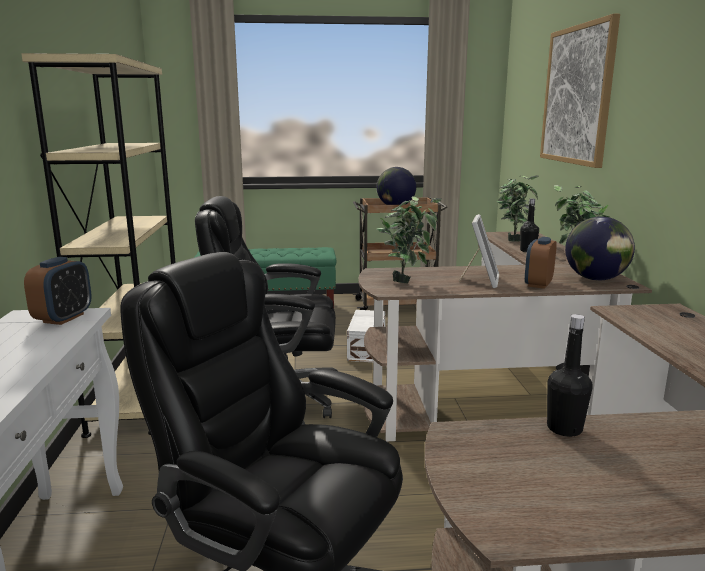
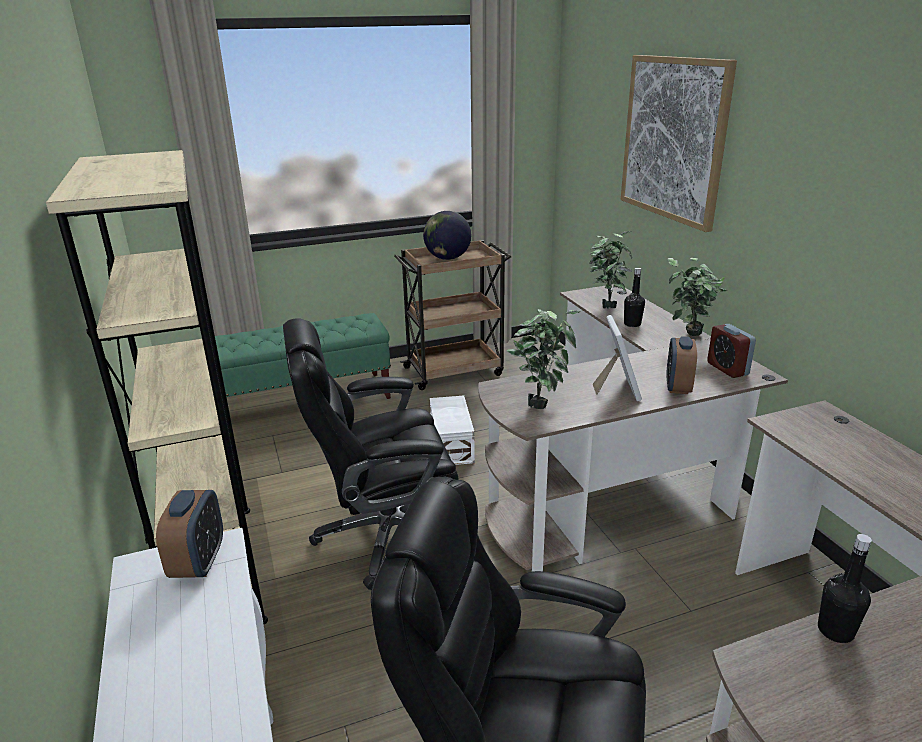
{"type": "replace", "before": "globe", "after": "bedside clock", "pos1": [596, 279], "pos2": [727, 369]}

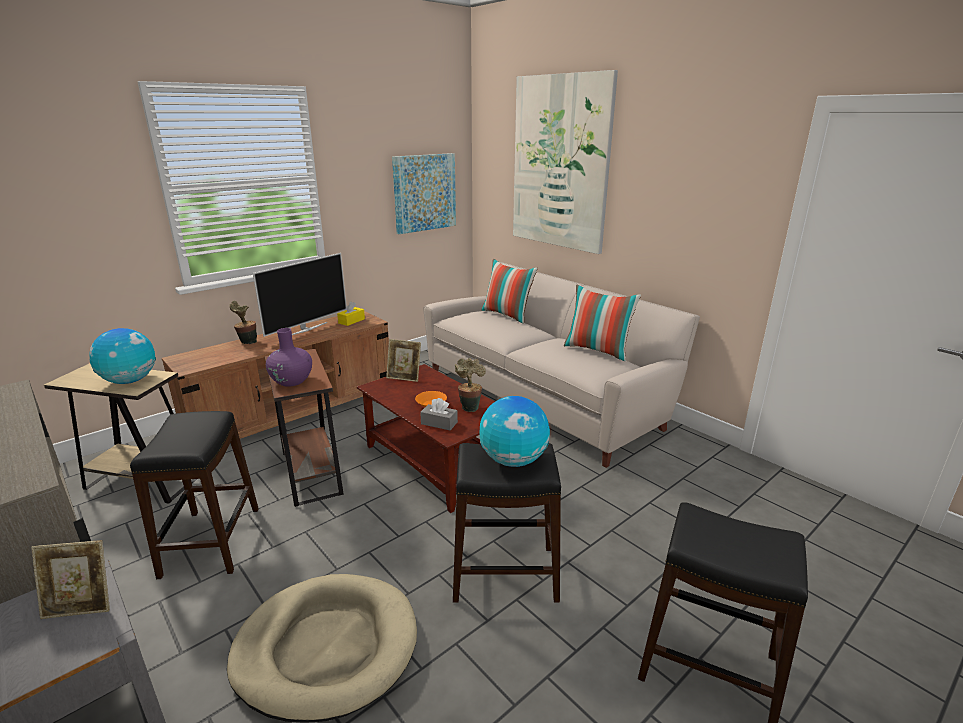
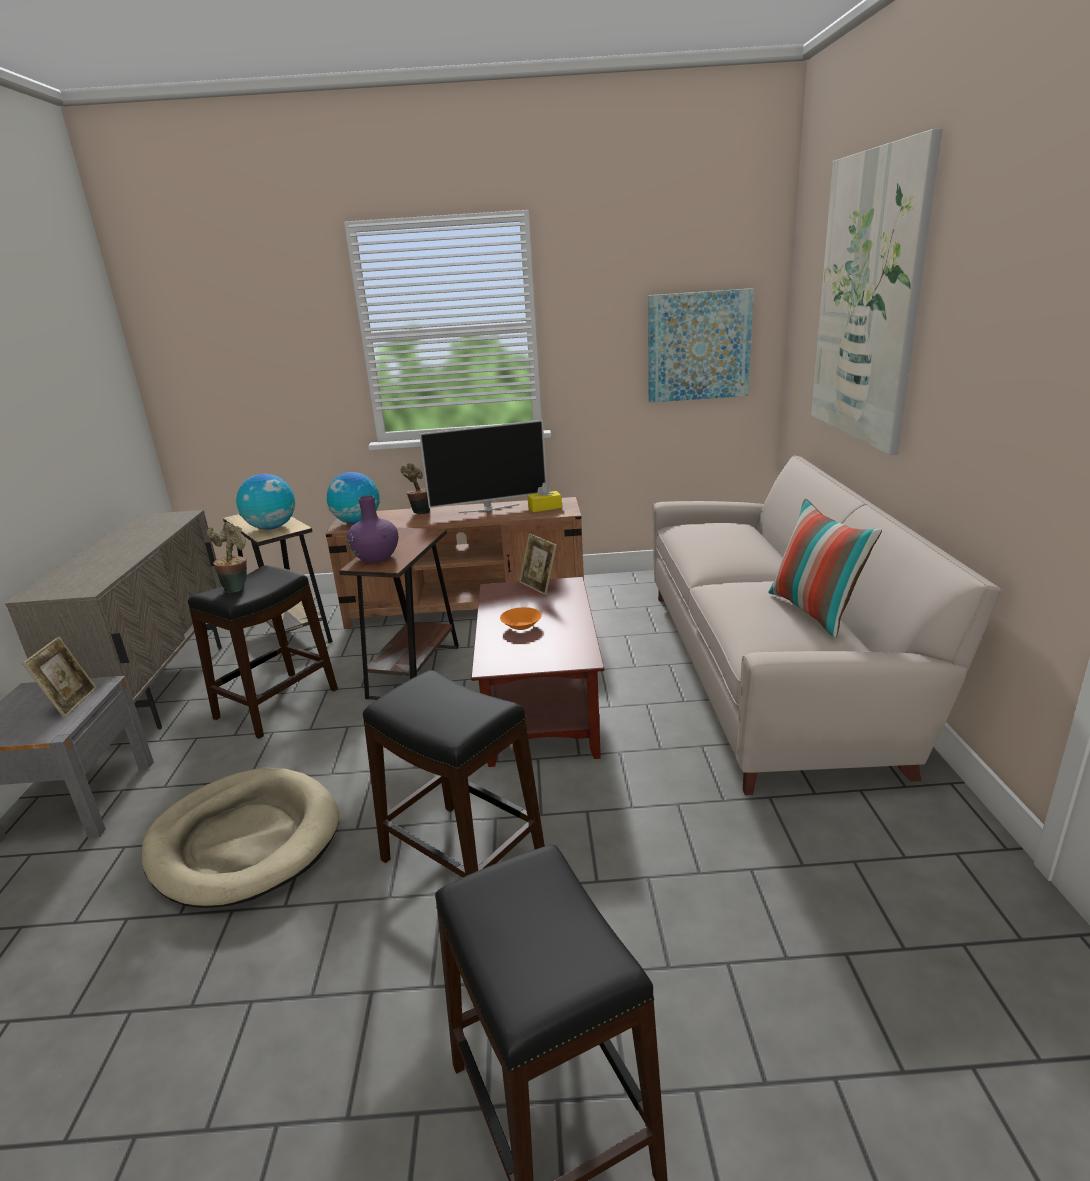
{"type": "rotate", "before": "picture frame", "pos1": [81, 605], "pos2": [71, 703], "turn": -120}
{"type": "move", "before": "houseplant", "pos1": [469, 407], "pos2": [237, 587]}
{"type": "move", "before": "globe", "pos1": [513, 460], "pos2": [357, 522]}
{"type": "delete", "before": "box of tissues in gray", "pos1": [439, 423]}
{"type": "delete", "before": "cushion", "pos1": [507, 315]}

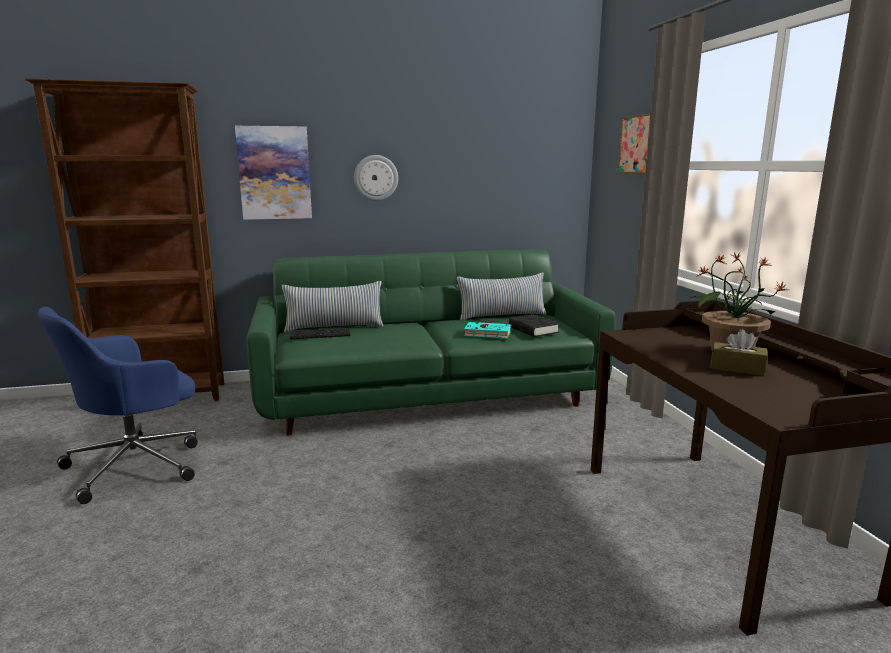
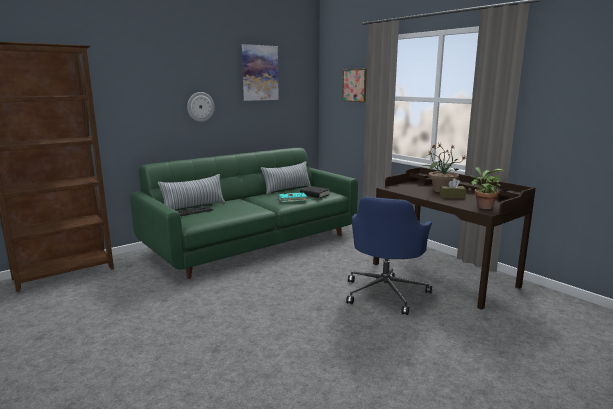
{"type": "move", "before": "picture", "pos1": [274, 173], "pos2": [260, 73]}
{"type": "move", "before": "desk chair in bluish", "pos1": [137, 464], "pos2": [386, 293]}
{"type": "insert", "after": "houseplant", "pos2": [482, 207]}

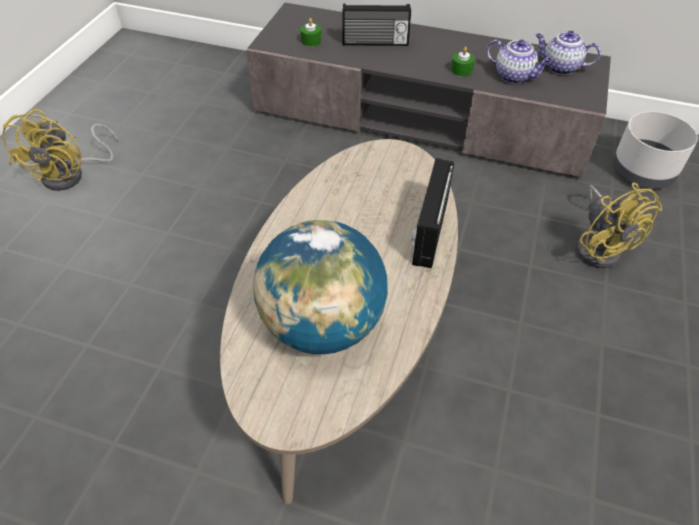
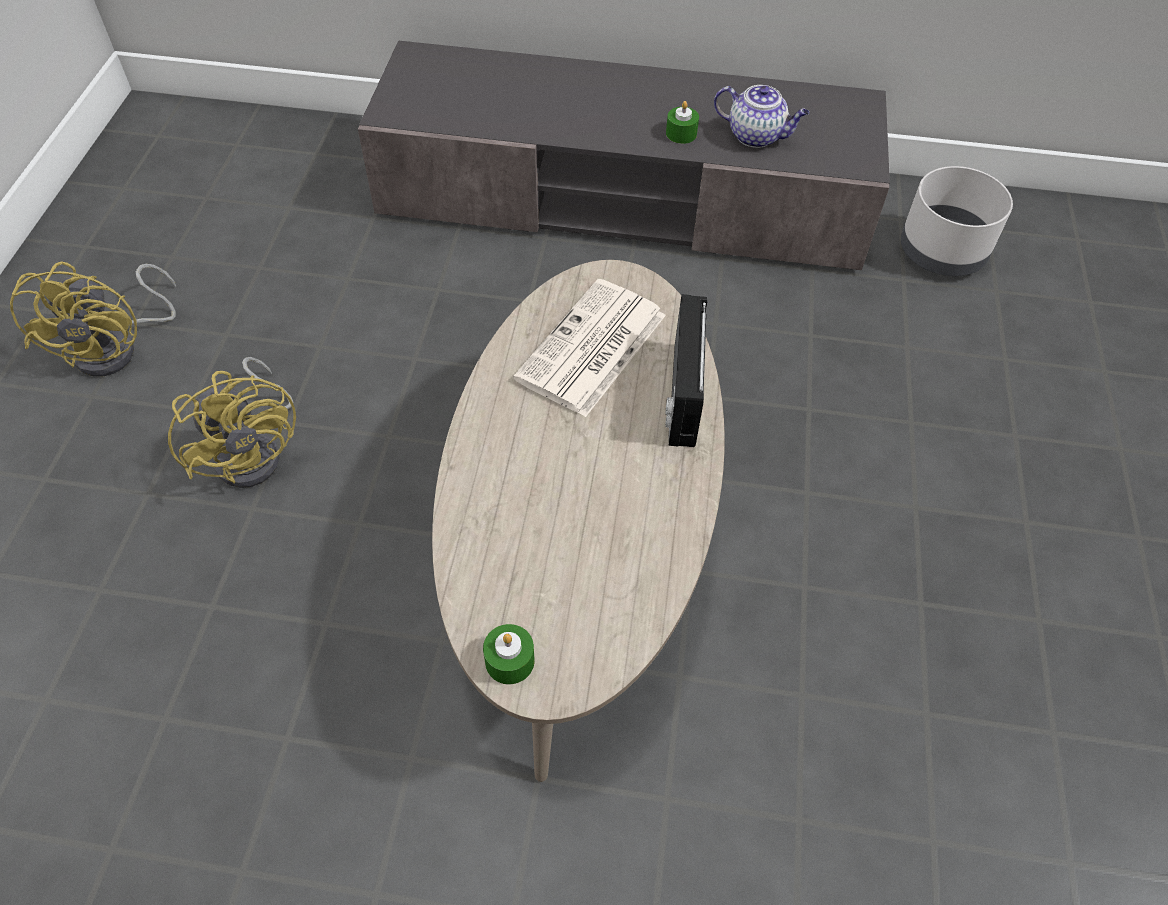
{"type": "move", "before": "cooling fan in yellowish", "pos1": [599, 246], "pos2": [256, 451]}
{"type": "move", "before": "wax candle in greenish", "pos1": [311, 41], "pos2": [509, 661]}
{"type": "insert", "after": "printed paper", "pos2": [591, 349]}
{"type": "delete", "before": "globe", "pos1": [322, 325]}
{"type": "delete", "before": "radio", "pos1": [375, 43]}
{"type": "delete", "before": "tea pot", "pos1": [559, 67]}

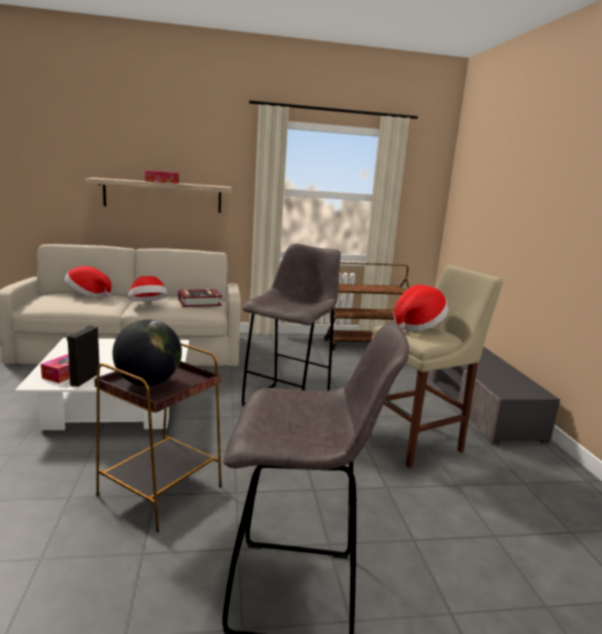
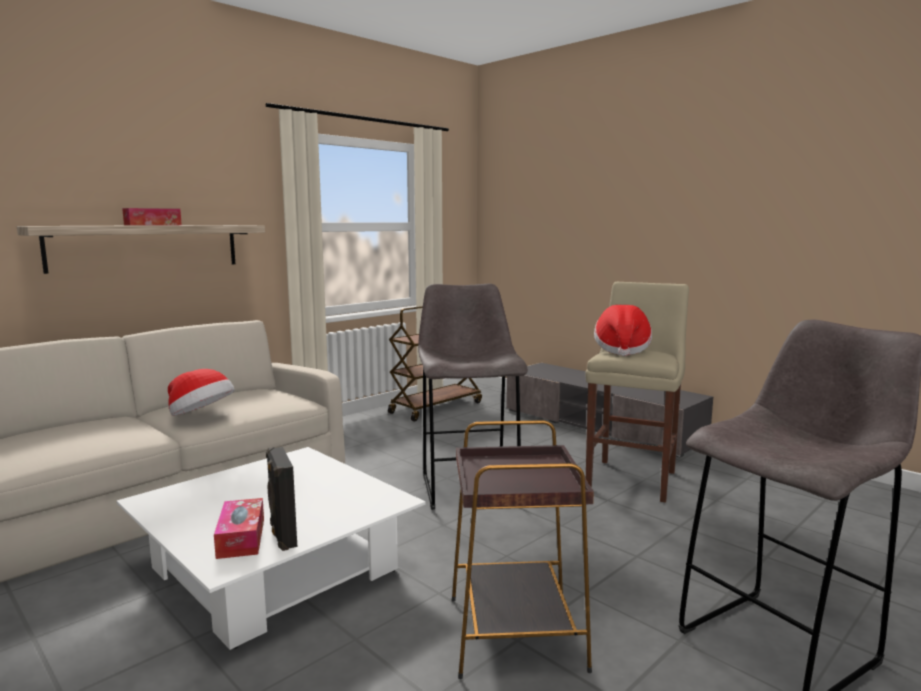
{"type": "delete", "before": "wearable hat", "pos1": [87, 295]}
{"type": "delete", "before": "globe", "pos1": [148, 383]}
{"type": "delete", "before": "book", "pos1": [199, 302]}

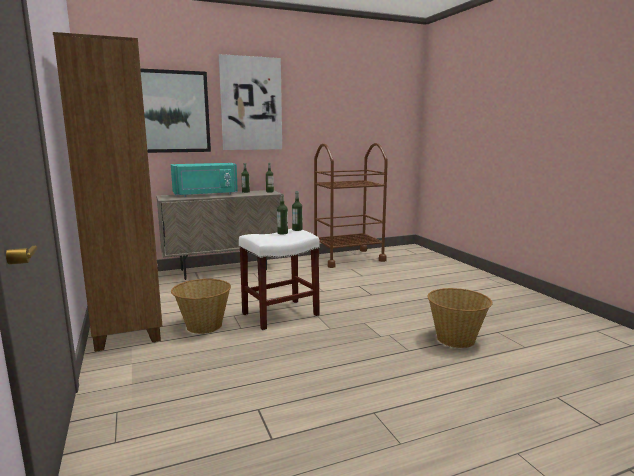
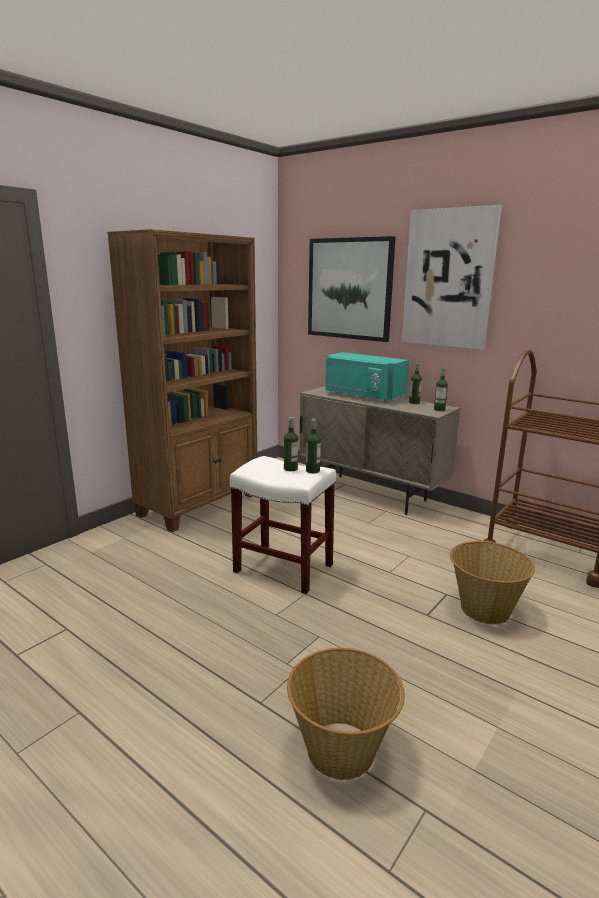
{"type": "move", "before": "storage basket", "pos1": [203, 326], "pos2": [484, 609]}

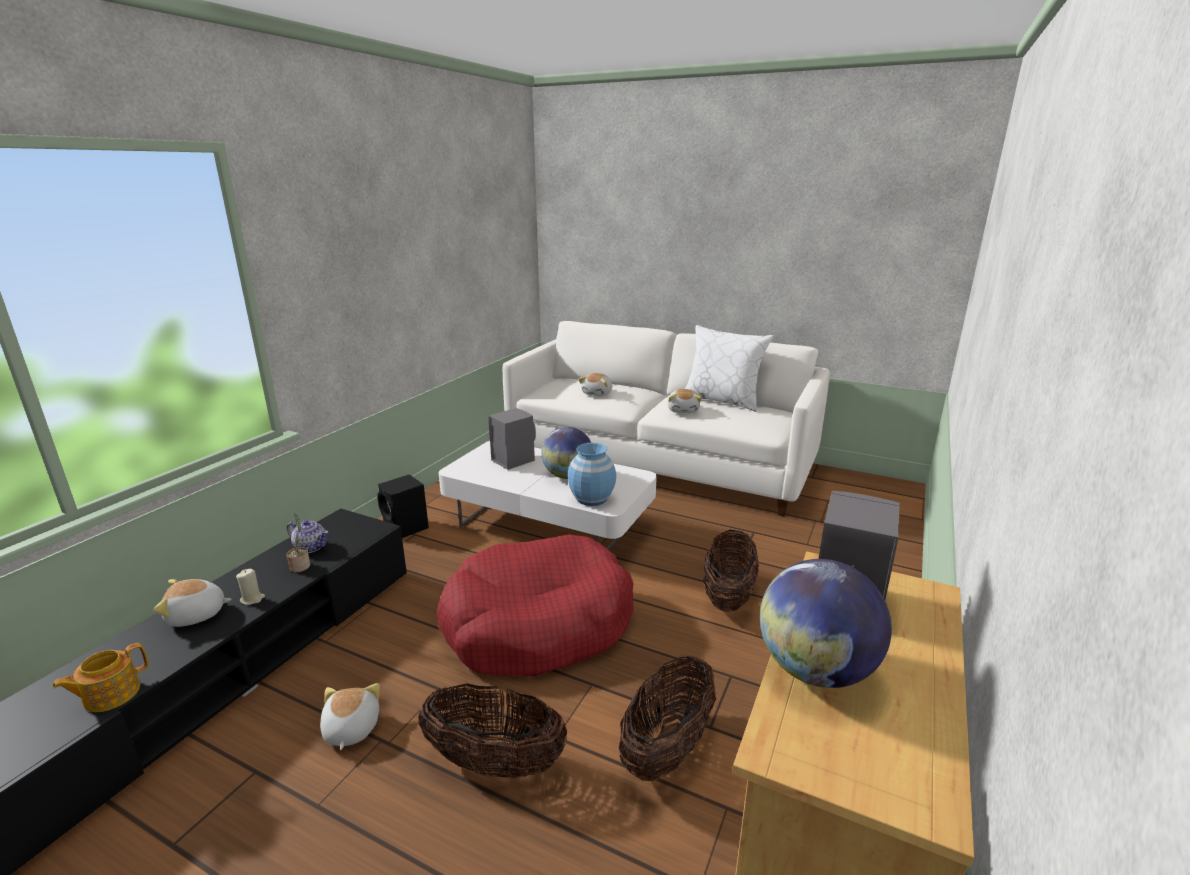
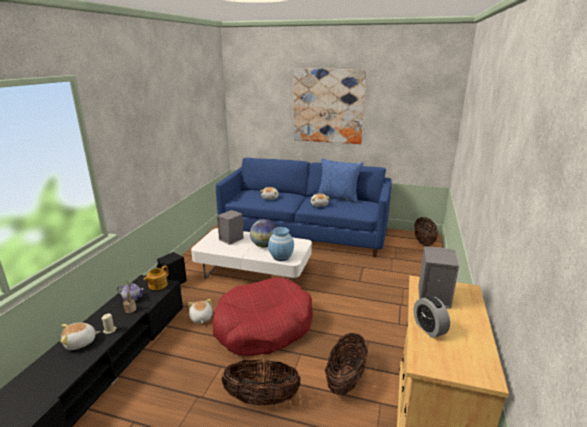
{"type": "move", "before": "tea pot", "pos1": [110, 694], "pos2": [157, 285]}
{"type": "move", "before": "soft toy", "pos1": [350, 729], "pos2": [201, 318]}
{"type": "recolor", "before": "sofa in whitish", "after": "sofa in bluish", "pos1": [659, 462], "pos2": [304, 233]}
{"type": "insert", "after": "picture", "pos2": [328, 106]}
{"type": "recolor", "before": "cushion in whitish", "after": "cushion in bluish", "pos1": [722, 400], "pos2": [338, 198]}
{"type": "move", "before": "storage basket", "pos1": [728, 596], "pos2": [423, 242]}
{"type": "replace", "before": "globe", "after": "bedside clock", "pos1": [815, 670], "pos2": [429, 328]}

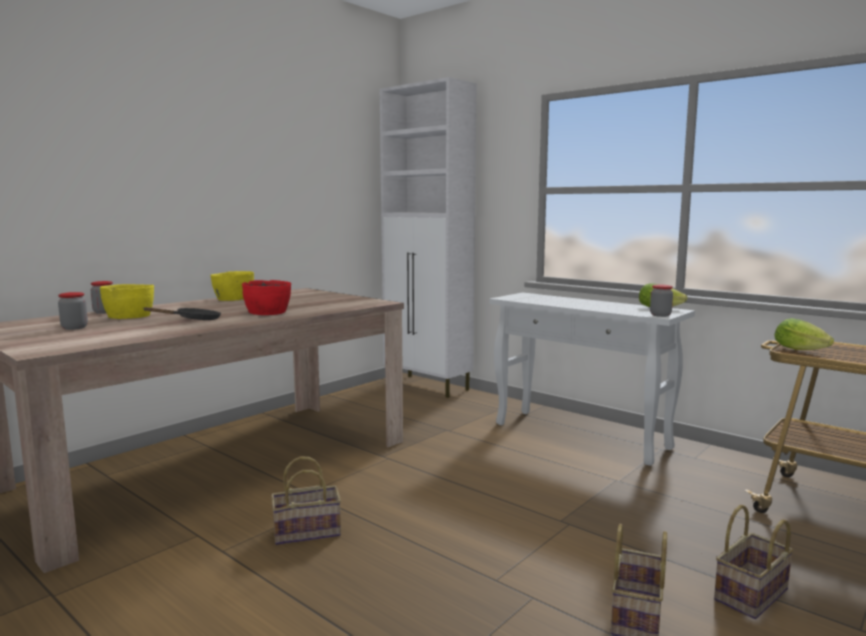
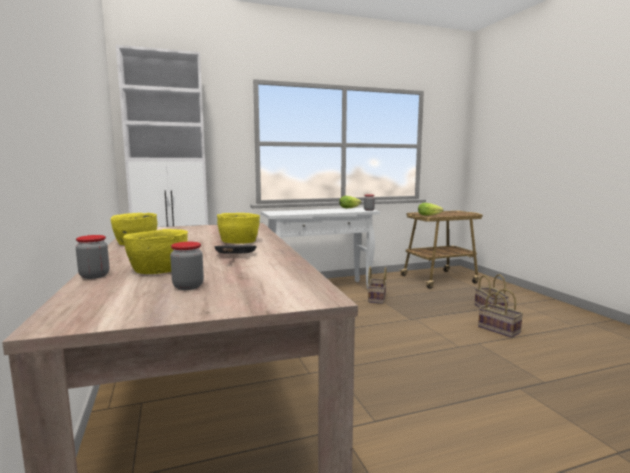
{"type": "recolor", "before": "bowl in red-coloured", "after": "bowl in yellowish", "pos1": [268, 312], "pos2": [239, 241]}
{"type": "move", "before": "storage basket", "pos1": [308, 531], "pos2": [376, 298]}

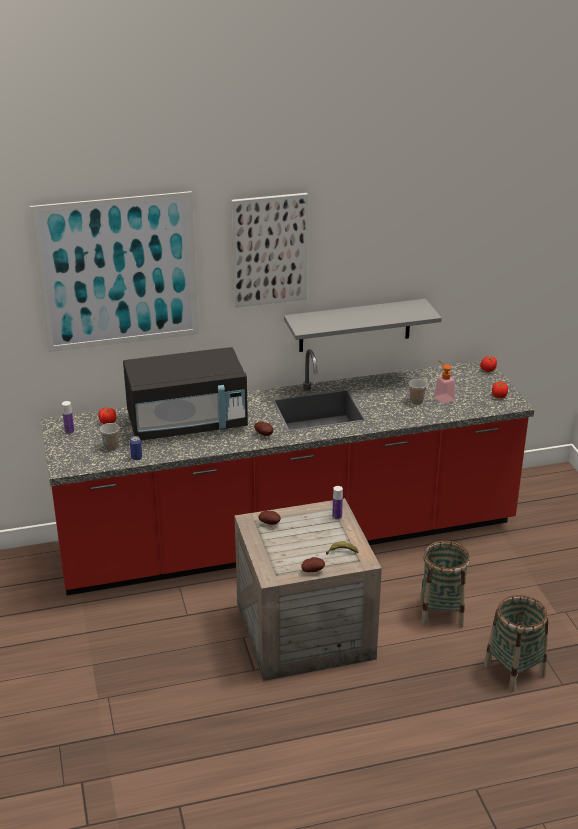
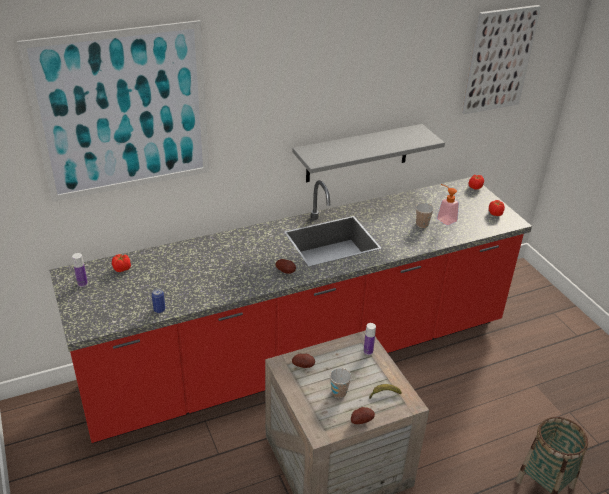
{"type": "move", "before": "small cup", "pos1": [111, 447], "pos2": [339, 393]}
{"type": "move", "before": "picture", "pos1": [269, 250], "pos2": [499, 60]}
{"type": "delete", "before": "microwave in black-coloured", "pos1": [187, 423]}
{"type": "delete", "before": "storage basket", "pos1": [441, 612]}

